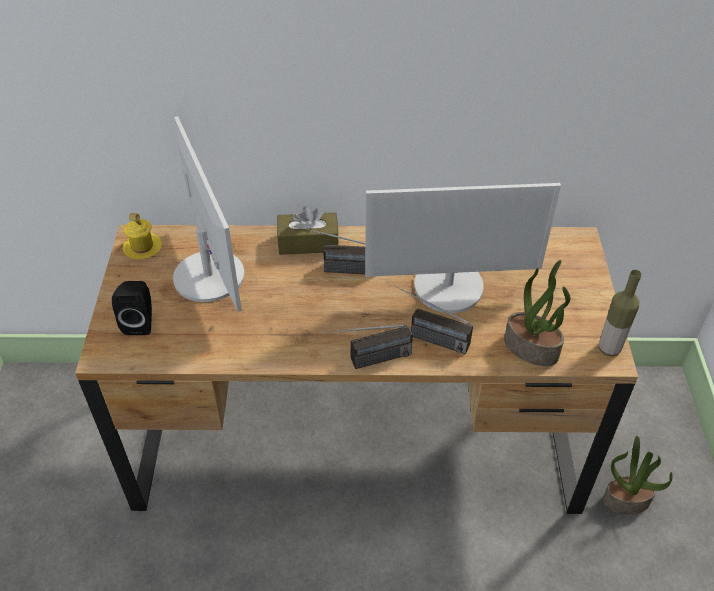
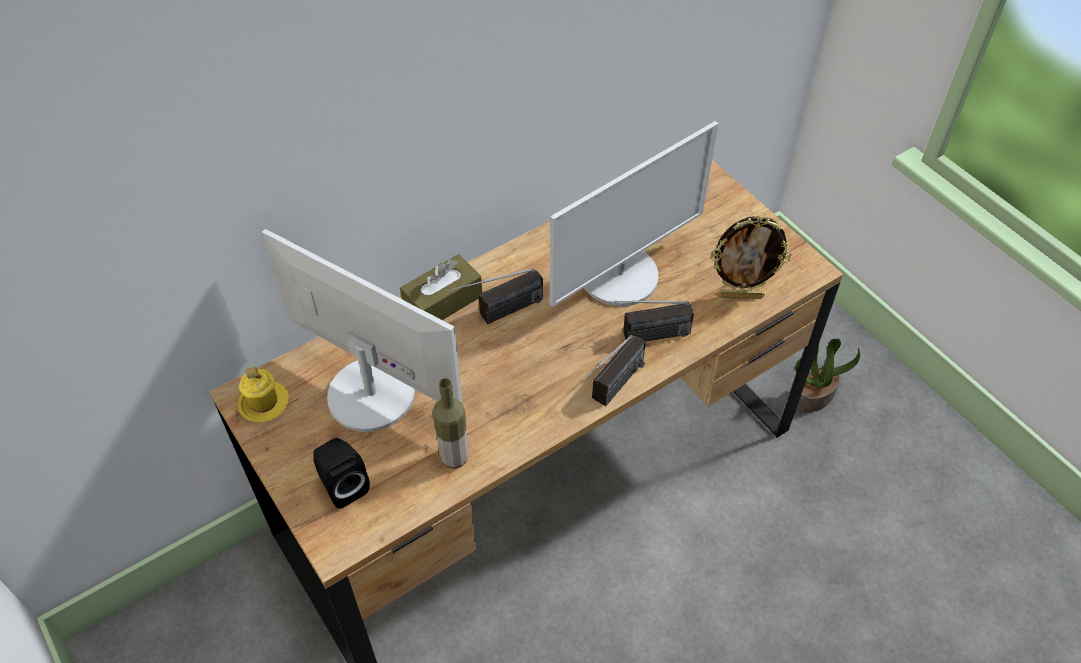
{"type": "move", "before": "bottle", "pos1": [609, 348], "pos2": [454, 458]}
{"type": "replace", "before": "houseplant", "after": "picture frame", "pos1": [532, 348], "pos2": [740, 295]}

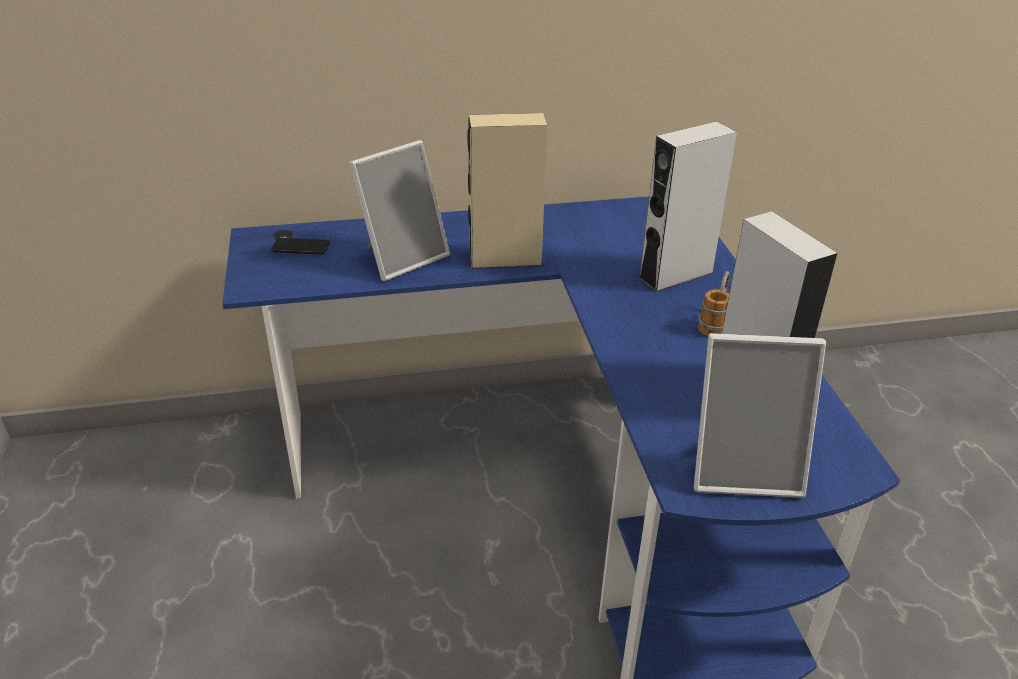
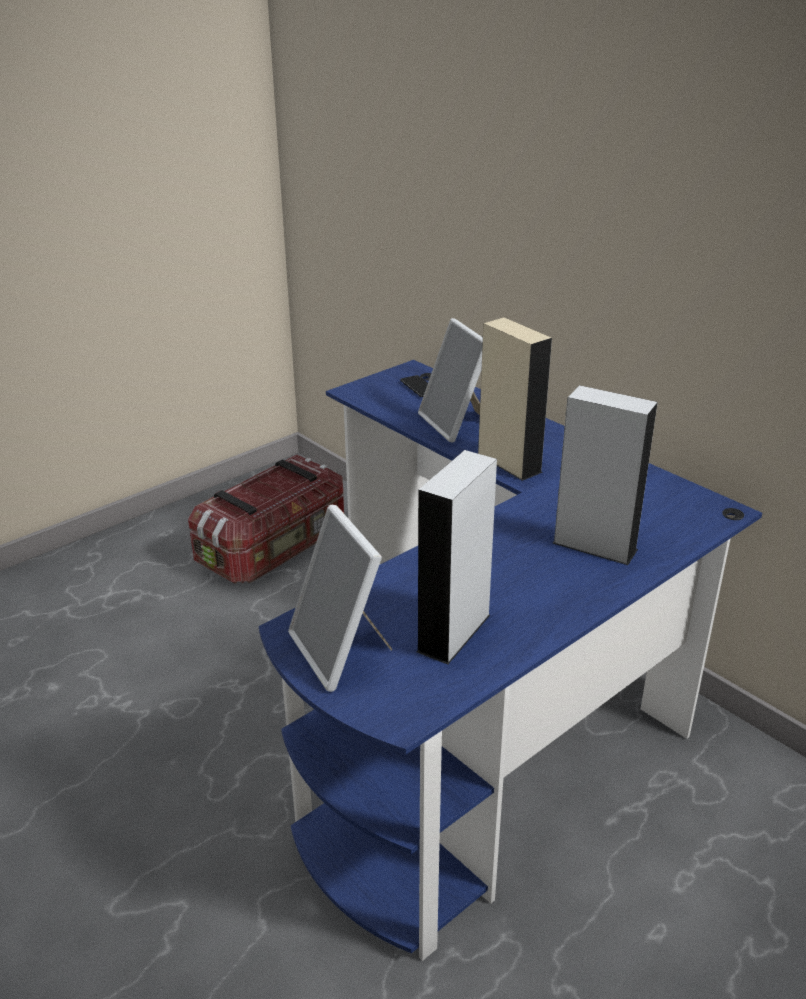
{"type": "insert", "after": "storage bin", "pos2": [275, 548]}
{"type": "rotate", "before": "picture frame", "pos1": [402, 257], "pos2": [456, 424], "turn": 45}
{"type": "delete", "before": "coffee mug", "pos1": [715, 322]}

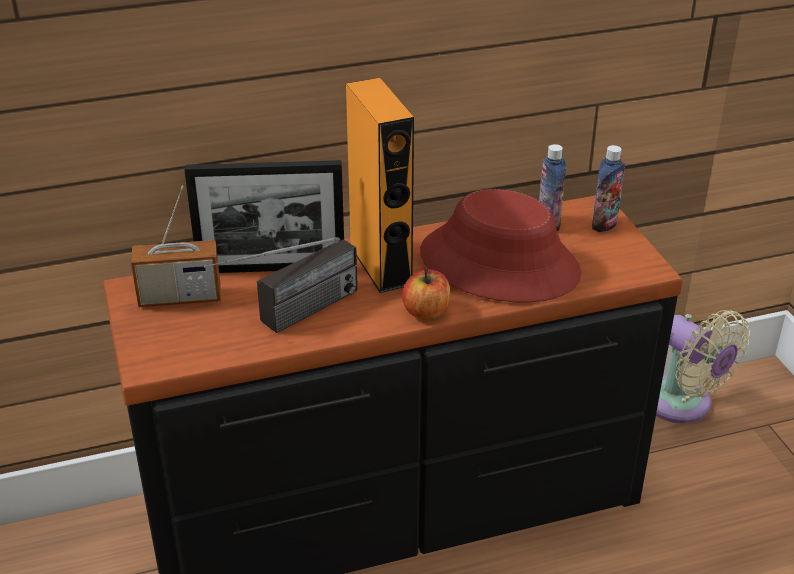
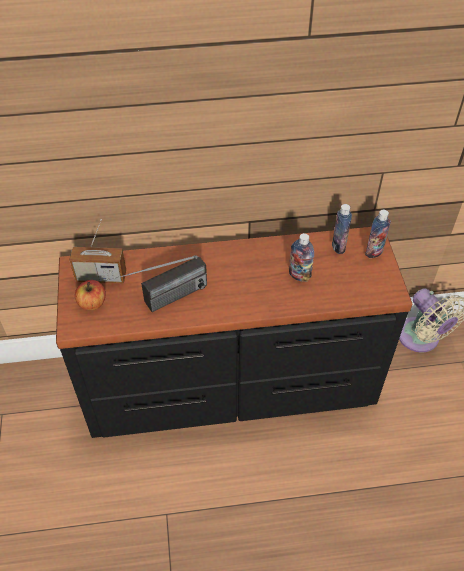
{"type": "move", "before": "apple", "pos1": [426, 312], "pos2": [92, 303]}
{"type": "replace", "before": "wearable hat in red-coloured", "after": "bottle", "pos1": [499, 263], "pos2": [299, 275]}
{"type": "delete", "before": "picture frame", "pos1": [271, 268]}
{"type": "delete", "before": "speaker in orangey", "pos1": [380, 264]}

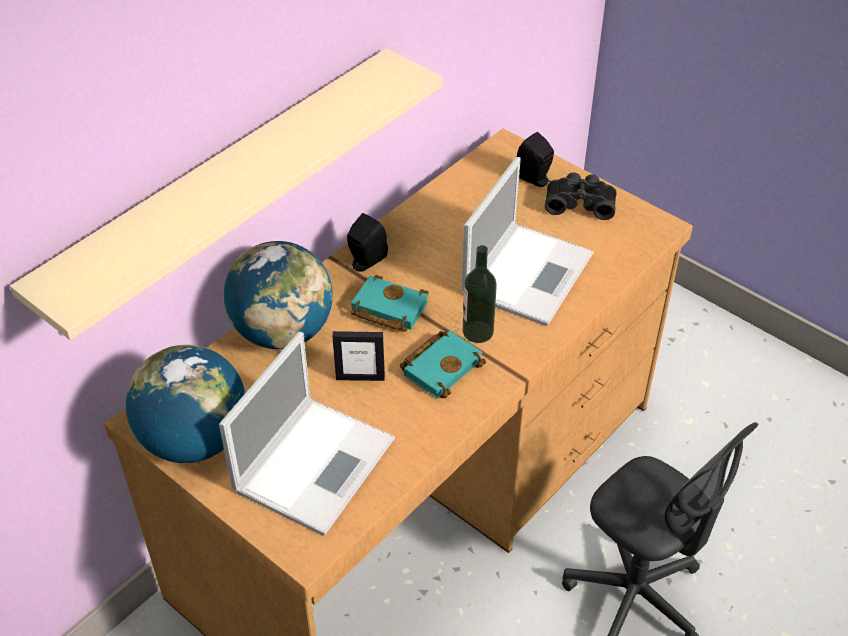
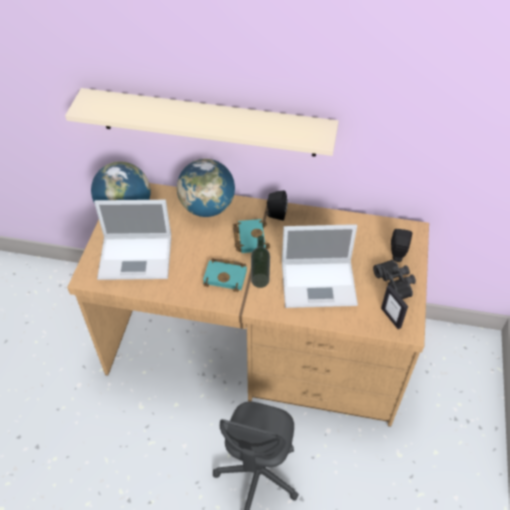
{"type": "move", "before": "picture frame", "pos1": [360, 377], "pos2": [391, 318]}

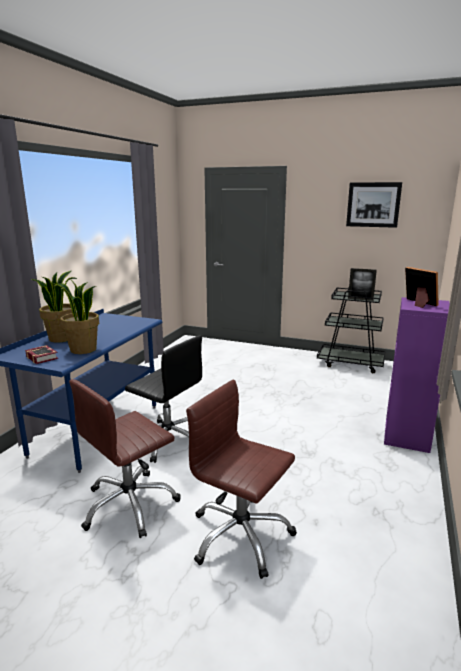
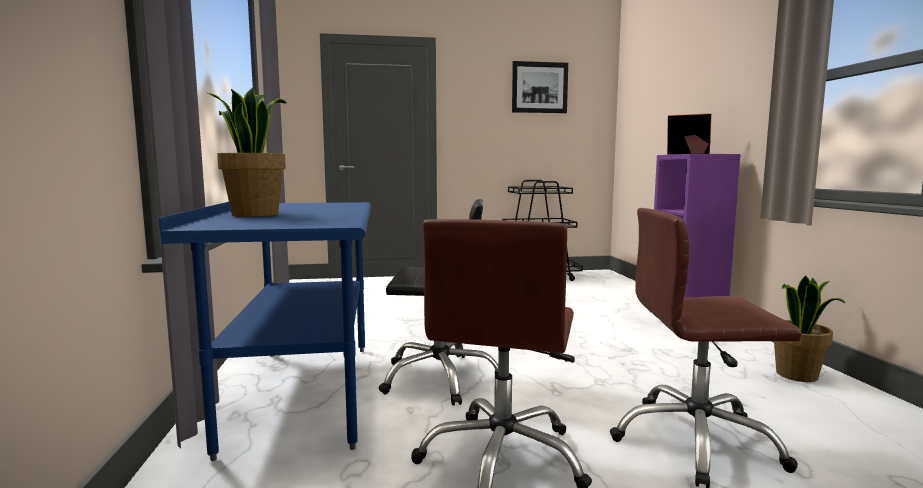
{"type": "move", "before": "houseplant", "pos1": [83, 350], "pos2": [797, 375]}
{"type": "delete", "before": "book", "pos1": [42, 357]}
{"type": "delete", "before": "picture frame", "pos1": [360, 299]}

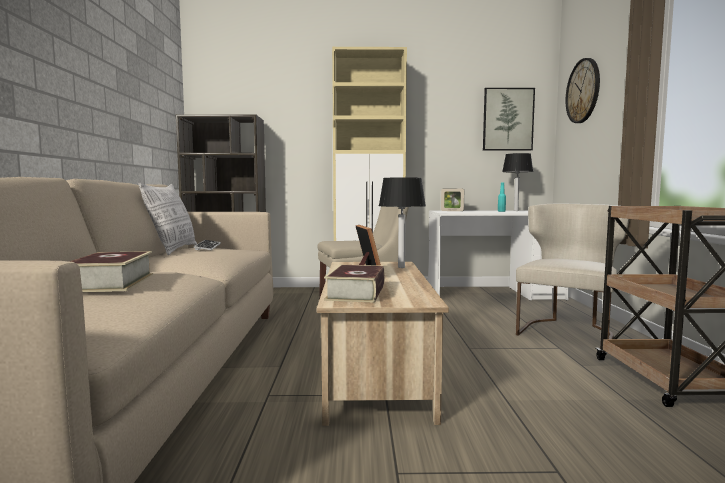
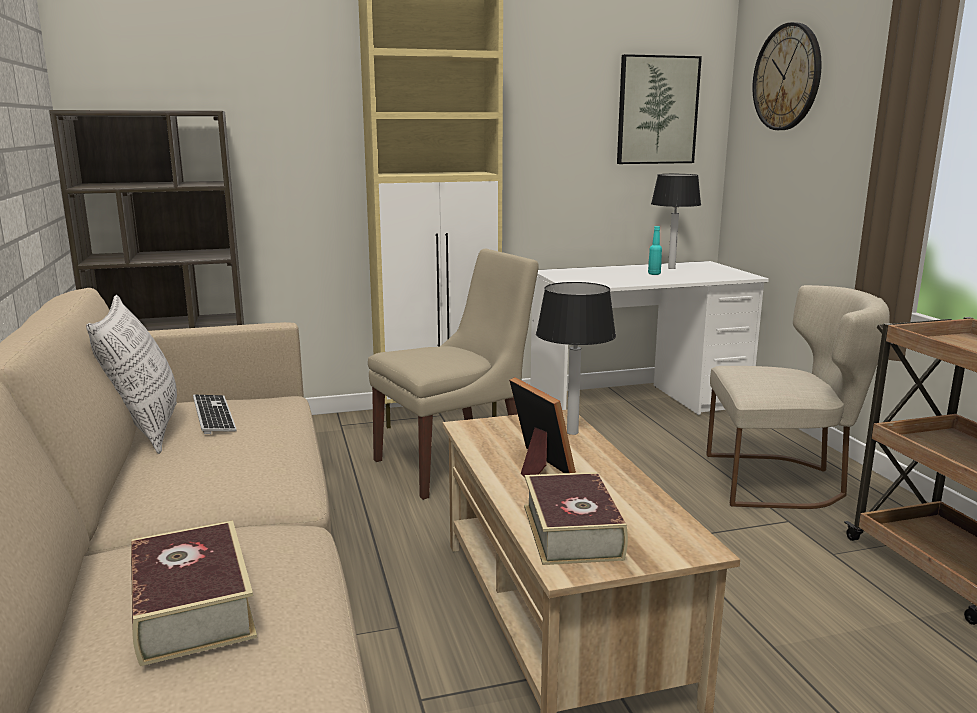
{"type": "rotate", "before": "upright chair in beige", "pos1": [568, 331], "pos2": [783, 481], "turn": 75}
{"type": "delete", "before": "picture frame", "pos1": [452, 211]}

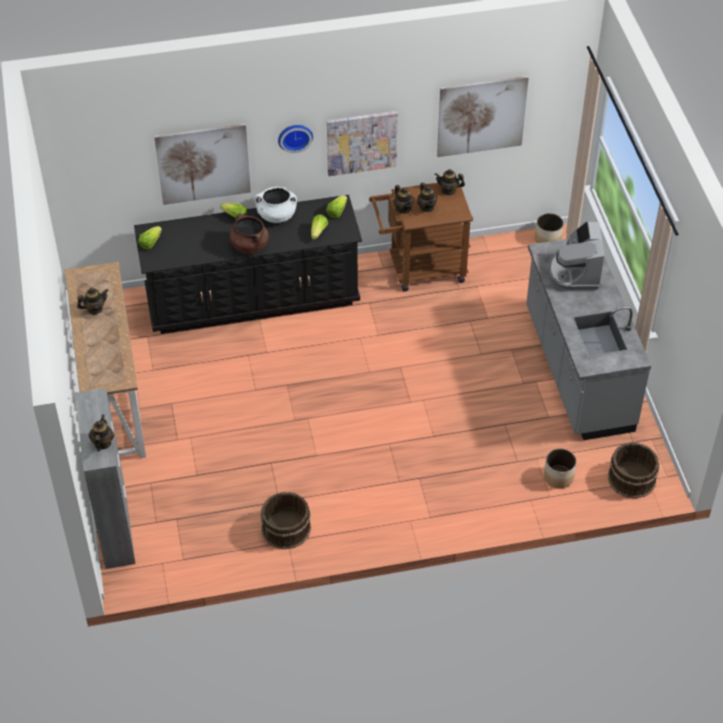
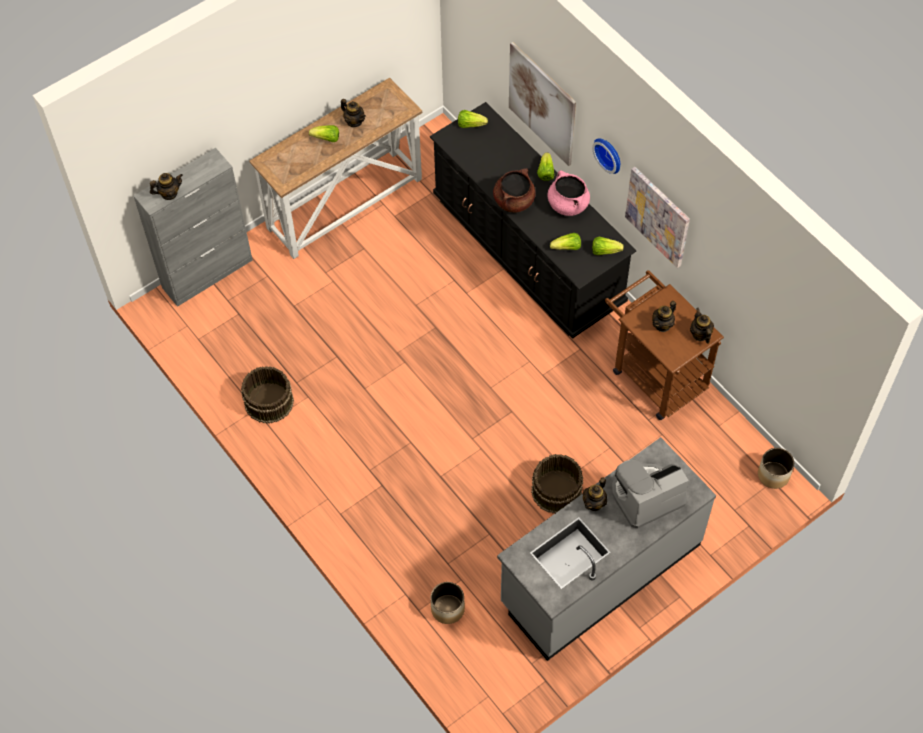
{"type": "insert", "after": "lettuce head", "pos2": [326, 139]}
{"type": "move", "before": "water bucket in brown", "pos1": [631, 479], "pos2": [556, 490]}
{"type": "recolor", "before": "cooking pot in whitish", "after": "cooking pot in pink-coloured", "pos1": [276, 216], "pos2": [567, 204]}
{"type": "move", "before": "tea pot", "pos1": [403, 209], "pos2": [594, 503]}
{"type": "delete", "before": "picture", "pos1": [481, 116]}

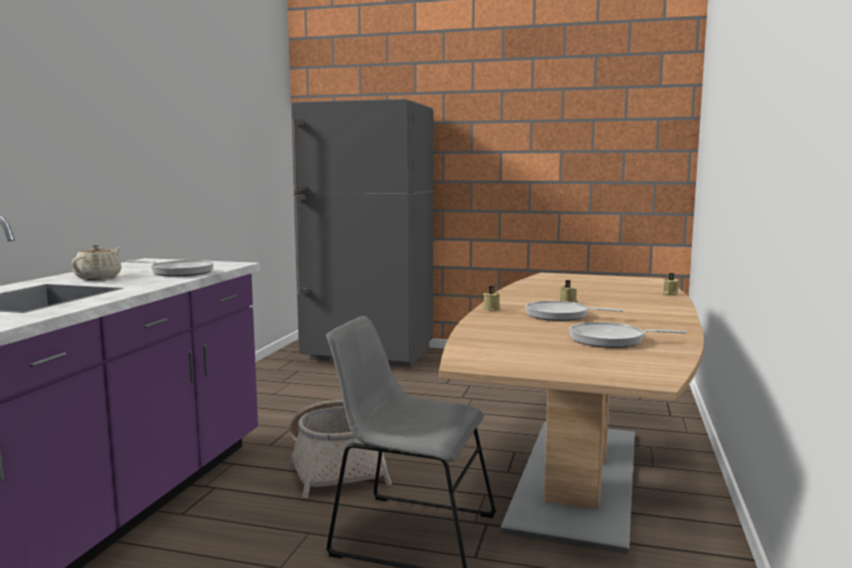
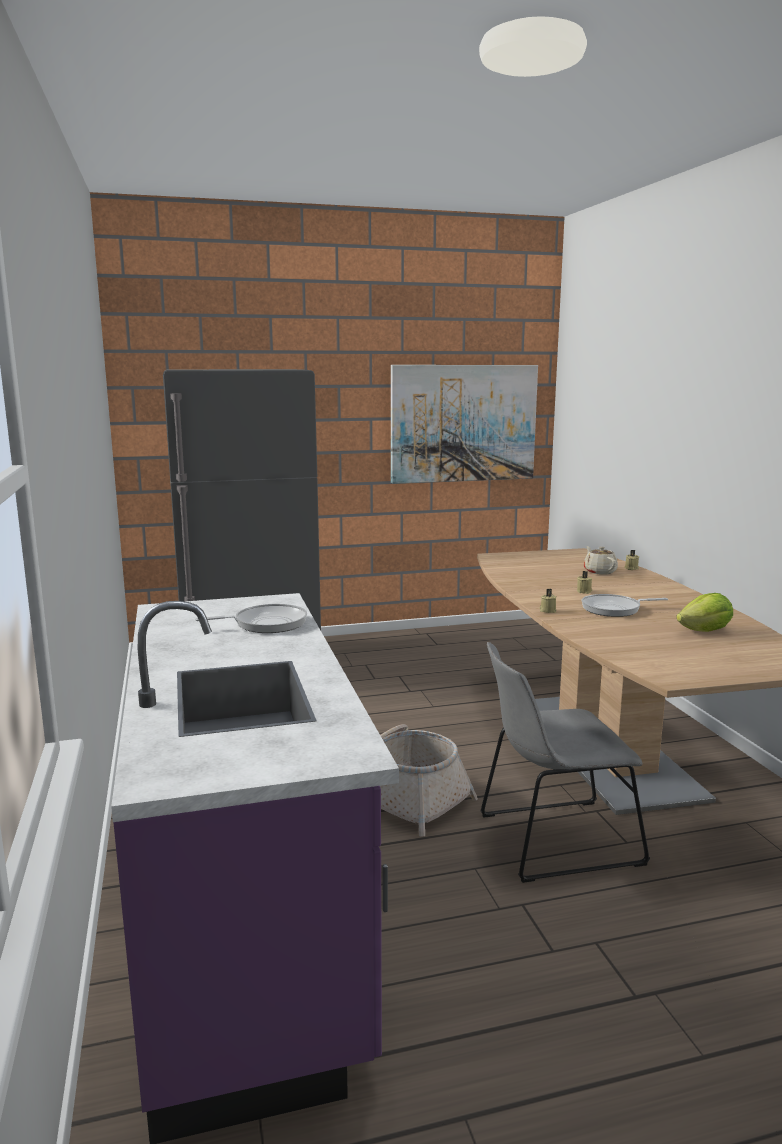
{"type": "insert", "after": "picture", "pos2": [463, 423]}
{"type": "move", "before": "tea pot in beige", "pos1": [99, 278], "pos2": [599, 571]}
{"type": "replace", "before": "skillet", "after": "lettuce head", "pos1": [611, 340], "pos2": [705, 631]}

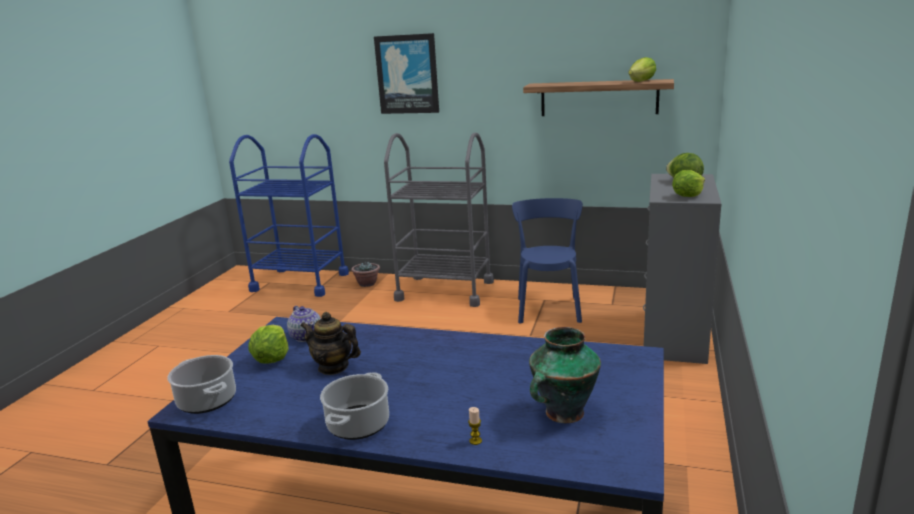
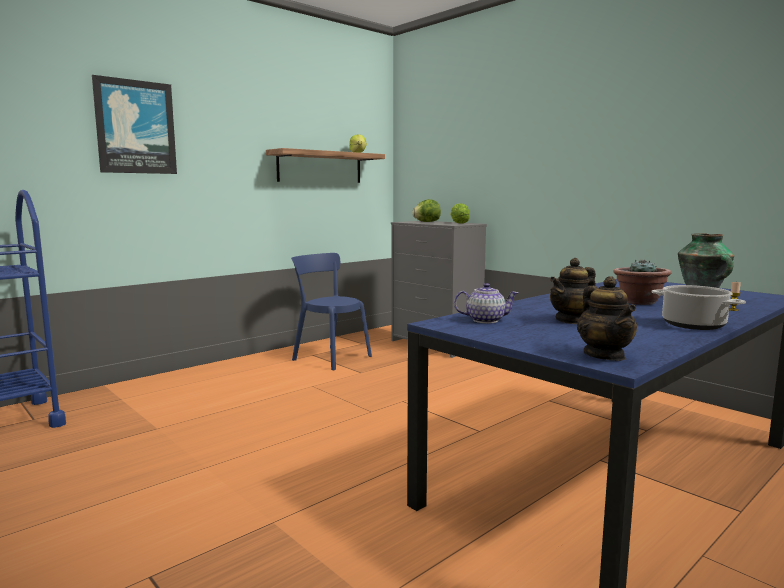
{"type": "replace", "before": "cooking pot", "after": "tea pot", "pos1": [208, 401], "pos2": [604, 355]}
{"type": "move", "before": "houseplant", "pos1": [367, 284], "pos2": [639, 302]}
{"type": "delete", "before": "lettuce head", "pos1": [272, 359]}
{"type": "delete", "before": "trolley in gray", "pos1": [445, 291]}

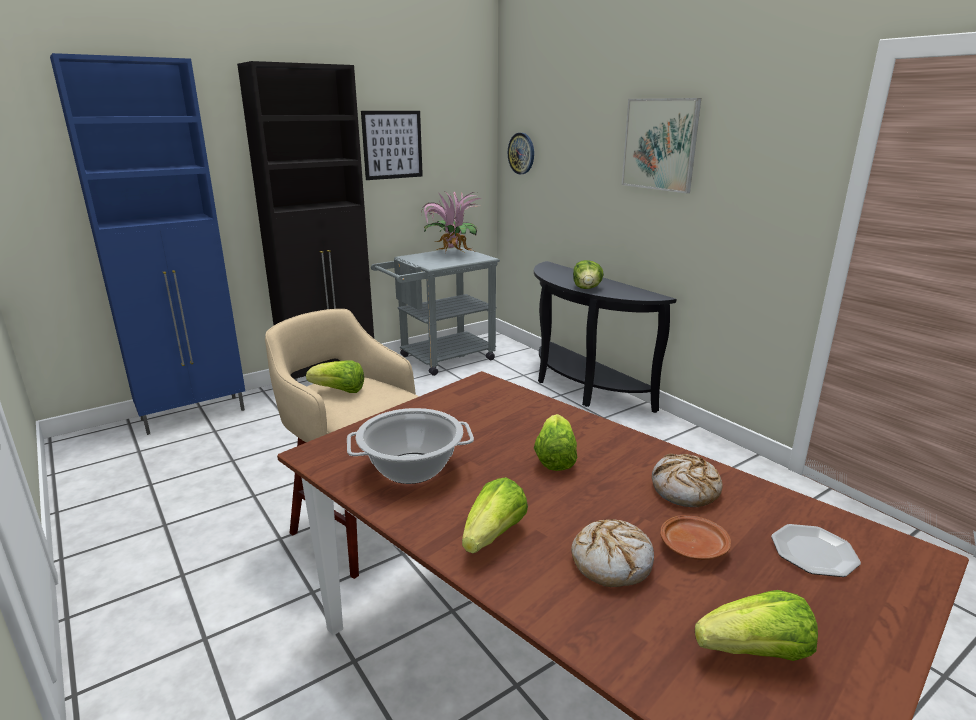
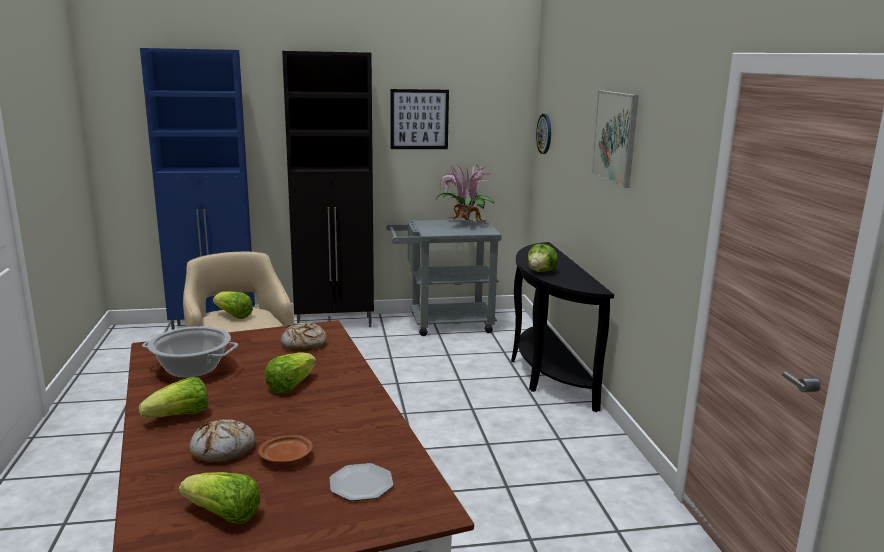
{"type": "move", "before": "baked bread", "pos1": [685, 490], "pos2": [303, 344]}

